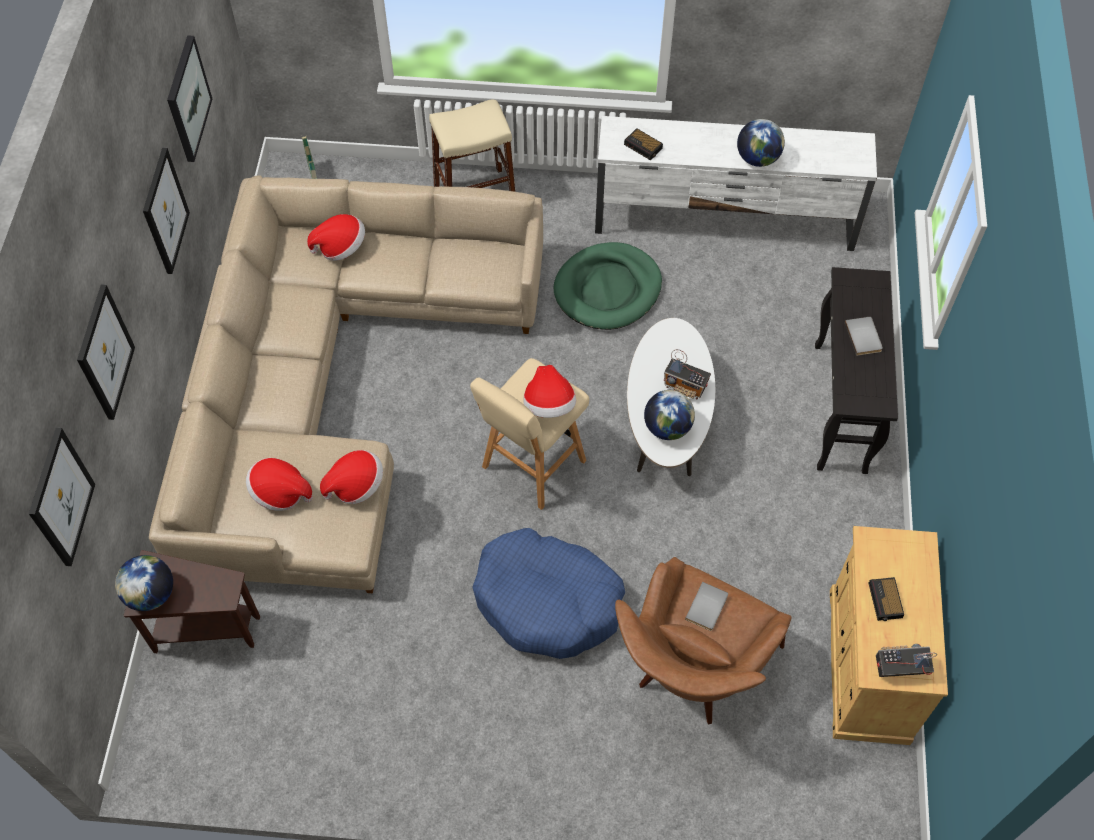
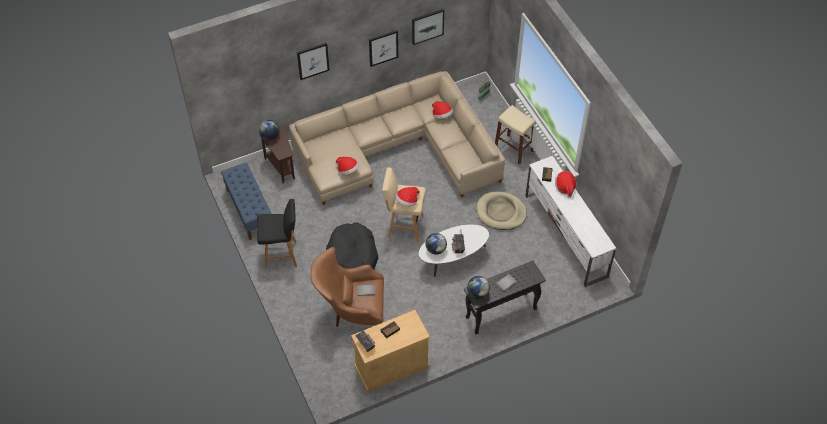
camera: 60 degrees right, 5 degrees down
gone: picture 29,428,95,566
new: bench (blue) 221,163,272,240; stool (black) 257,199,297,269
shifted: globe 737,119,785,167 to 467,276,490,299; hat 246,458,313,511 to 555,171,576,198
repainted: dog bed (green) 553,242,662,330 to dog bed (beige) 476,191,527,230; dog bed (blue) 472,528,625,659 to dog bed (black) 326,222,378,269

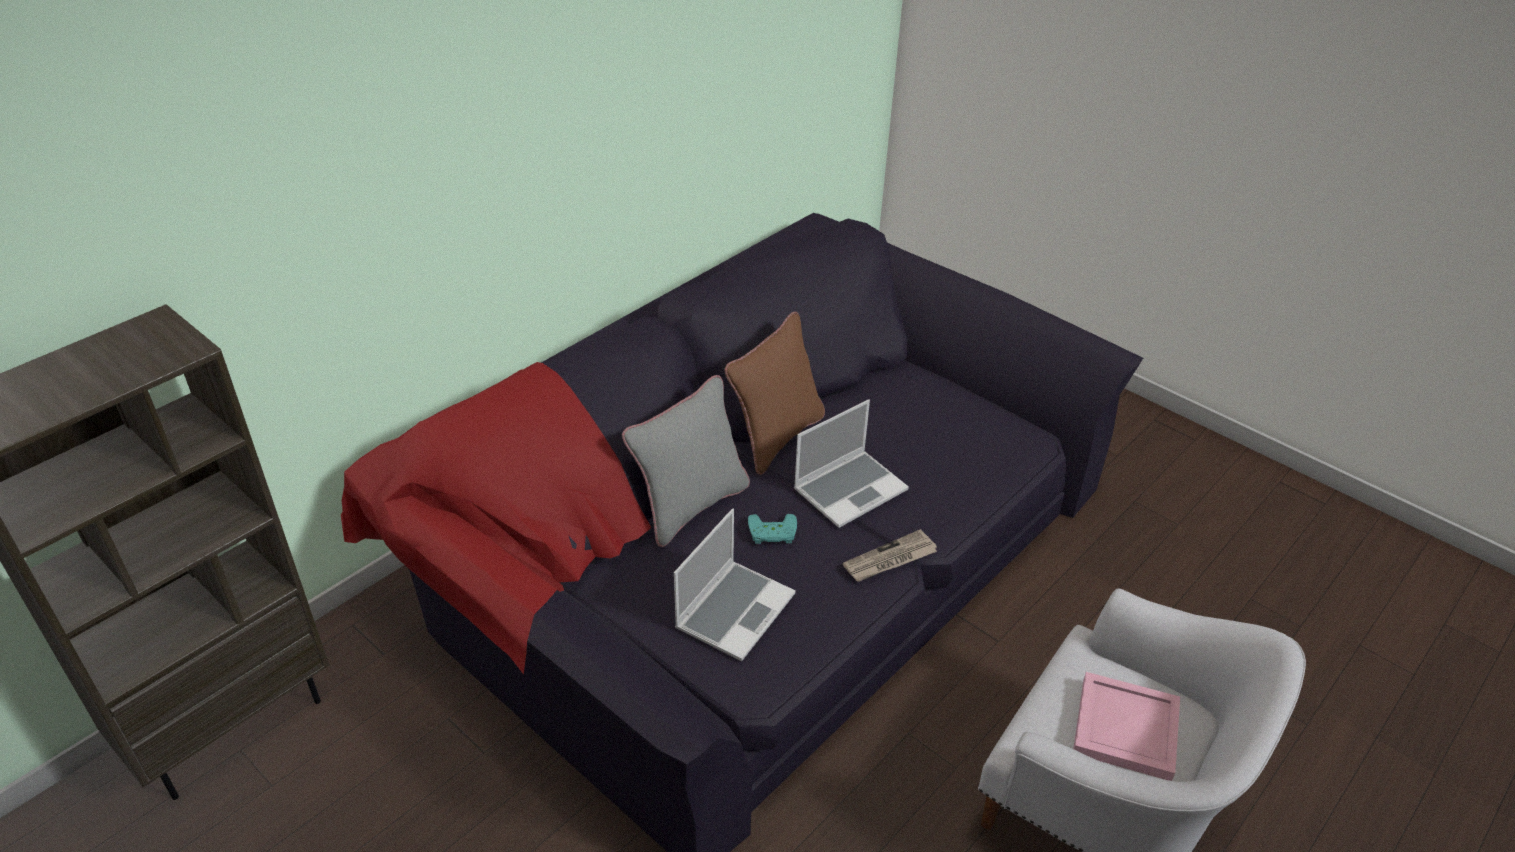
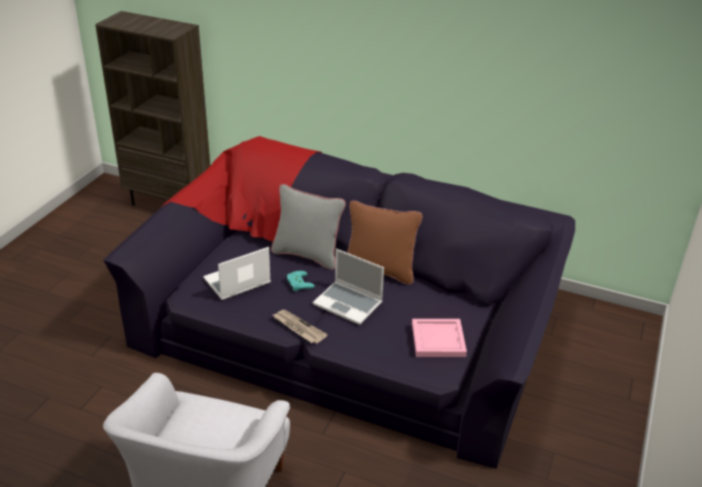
camera: 70 degrees right, 5 degrees down
shifted: tray (pink) 1073,672,1180,781 to 412,319,467,357
rotated: laptop 674,509,796,661 = 203,247,271,300 135 degrees clockwise

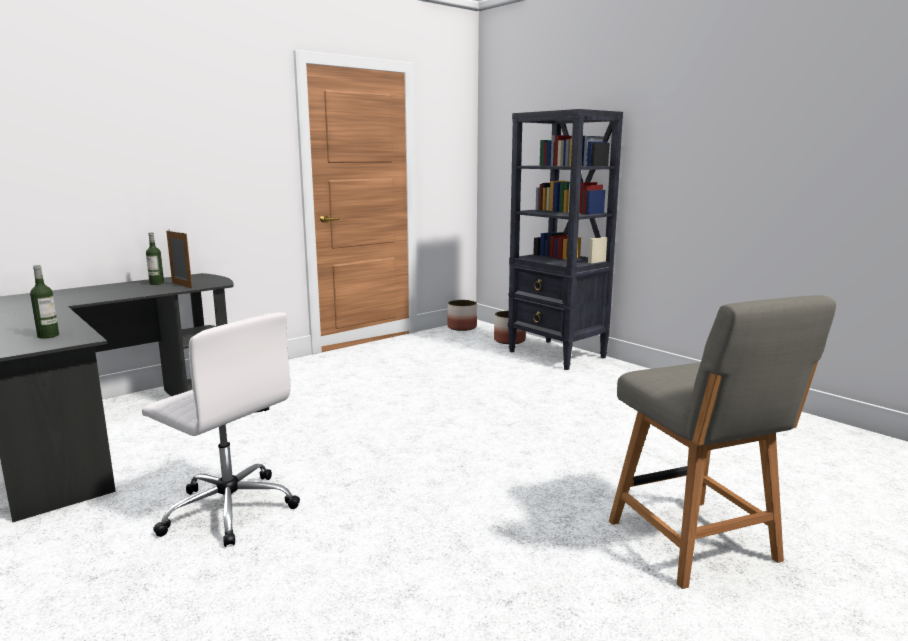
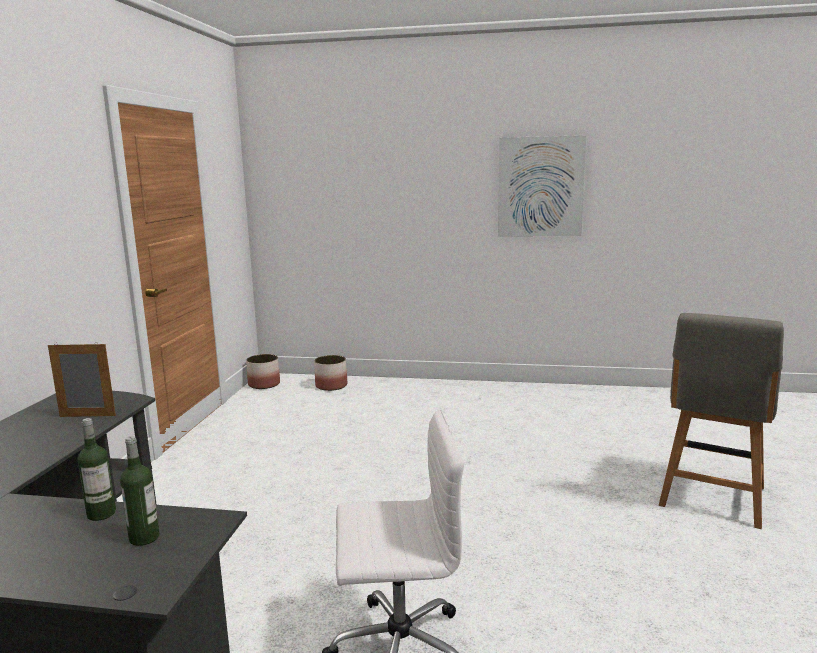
camera: 40 degrees left, 0 degrees up
gone: bookcase (black) 508,109,623,370
new: picture 498,135,586,236
shifted: bottle 146,233,164,285 to 77,418,116,521
rotated: chair (grey) 609,295,836,589 = 659,313,784,529 90 degrees clockwise

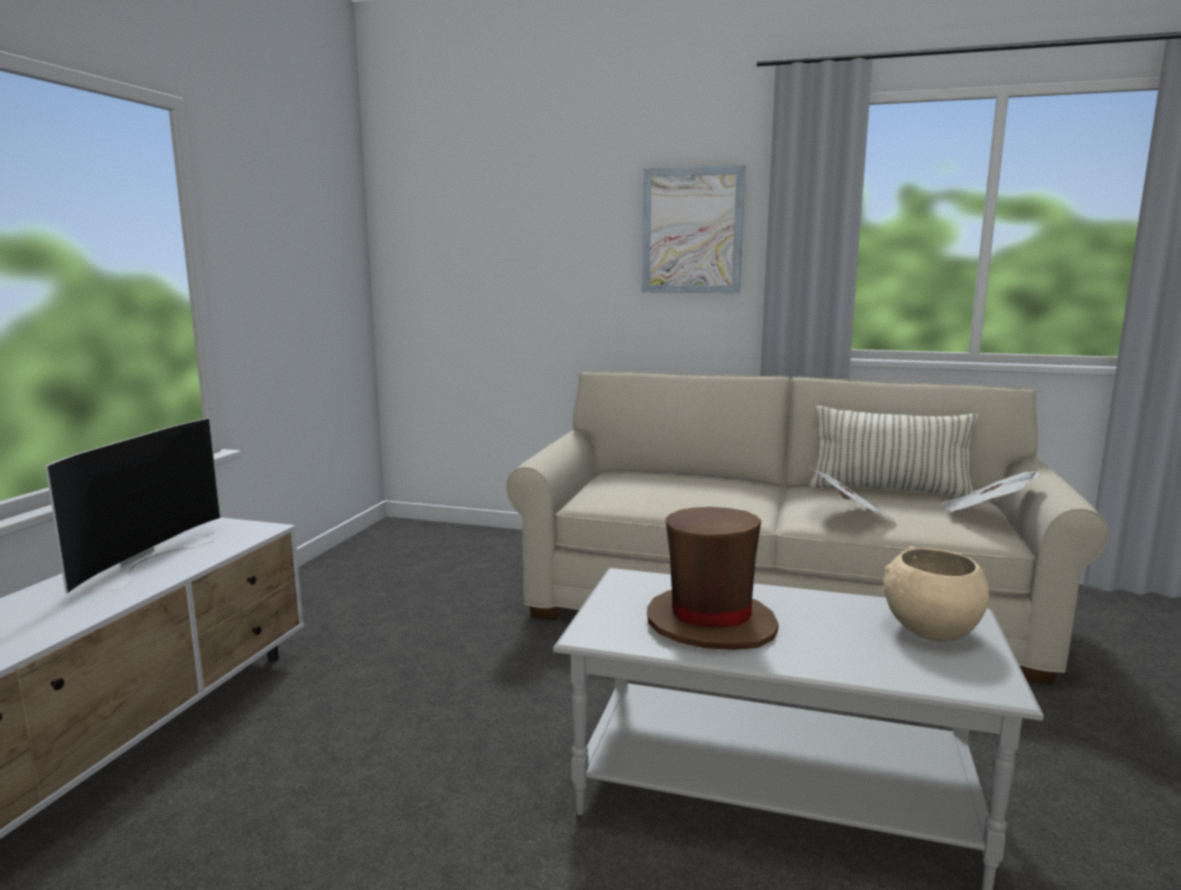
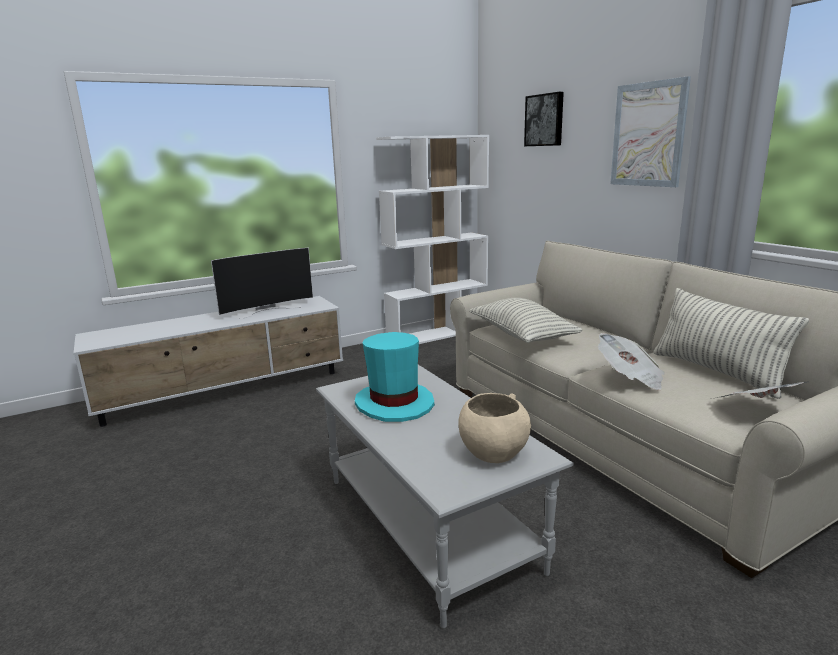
camera: 45 degrees right, 5 degrees up
new: picture 524,92,564,146; bookcase (white) 376,135,489,344; pillow 469,298,582,343
repainted: hat (brown) 647,507,779,650 to hat (turquoise) 355,332,435,422

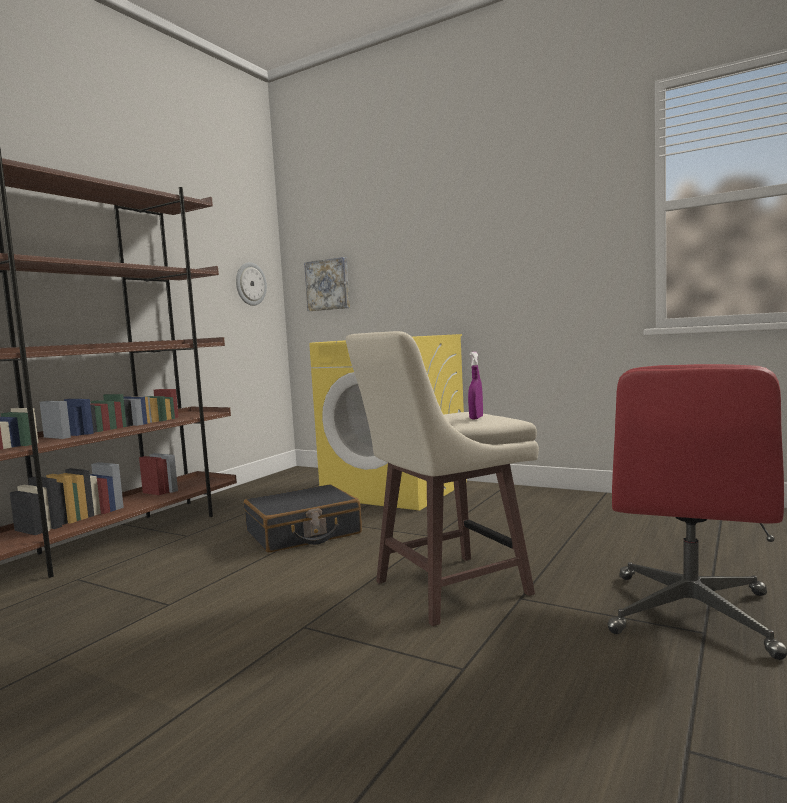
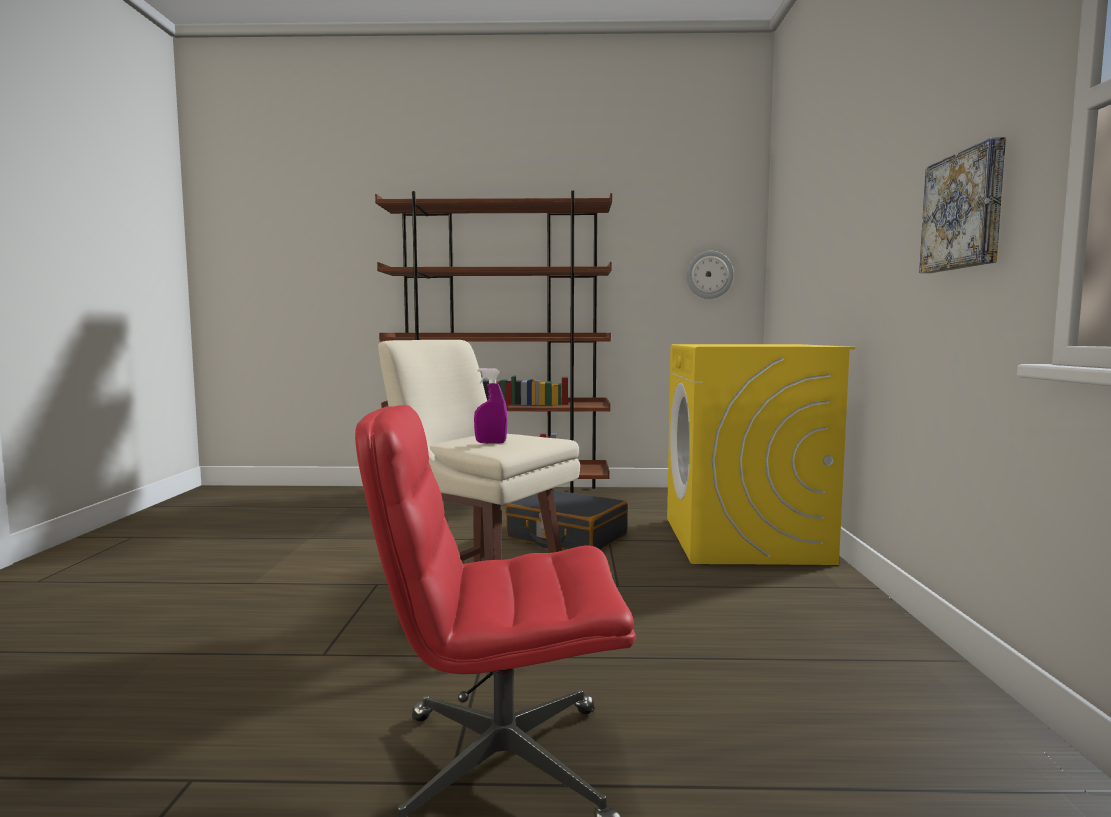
camera: 60 degrees right, 0 degrees up
shifted: picture 304,257,350,311 to 919,137,1006,273

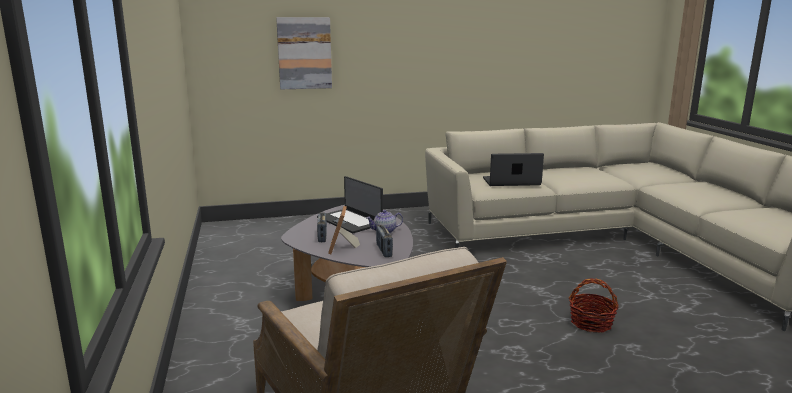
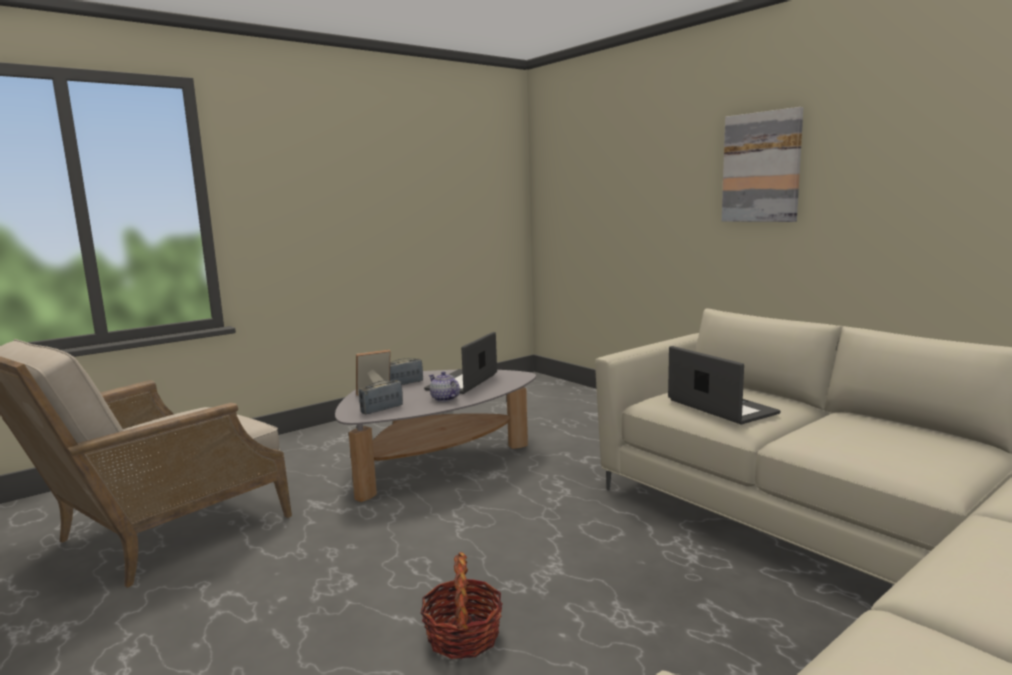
camera: 65 degrees right, 5 degrees down
shifted: picture 276,17,332,89 to 722,107,803,222

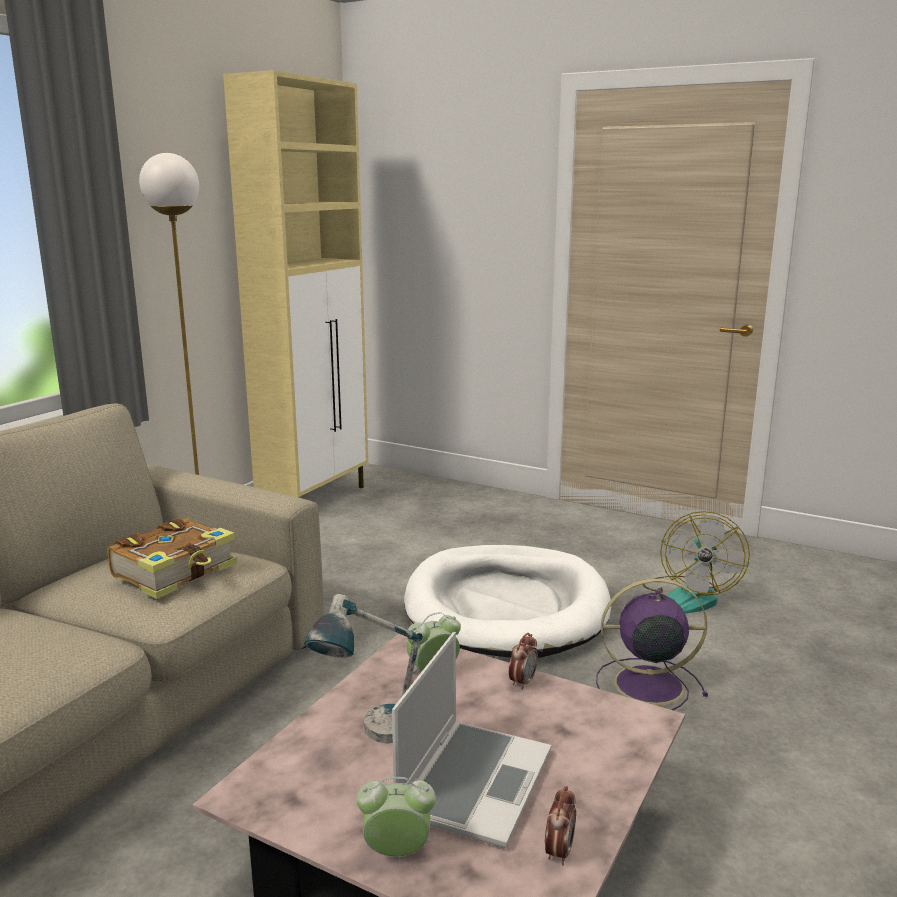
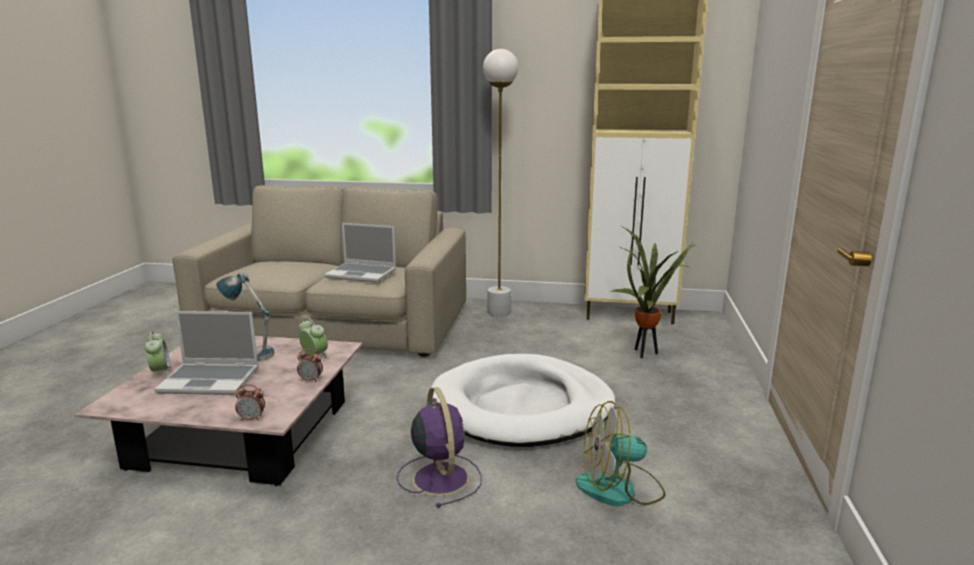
camera: 70 degrees right, 0 degrees up
new: potted plant 608,226,695,358
shifted: alarm clock 545,786,576,865 to 235,384,265,421
swapped: book 107,518,237,599 to laptop 324,223,396,283

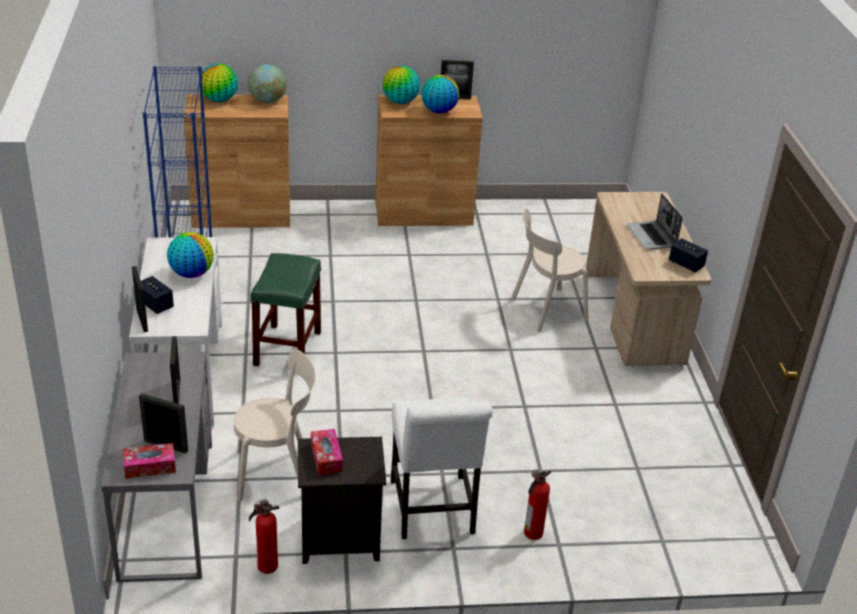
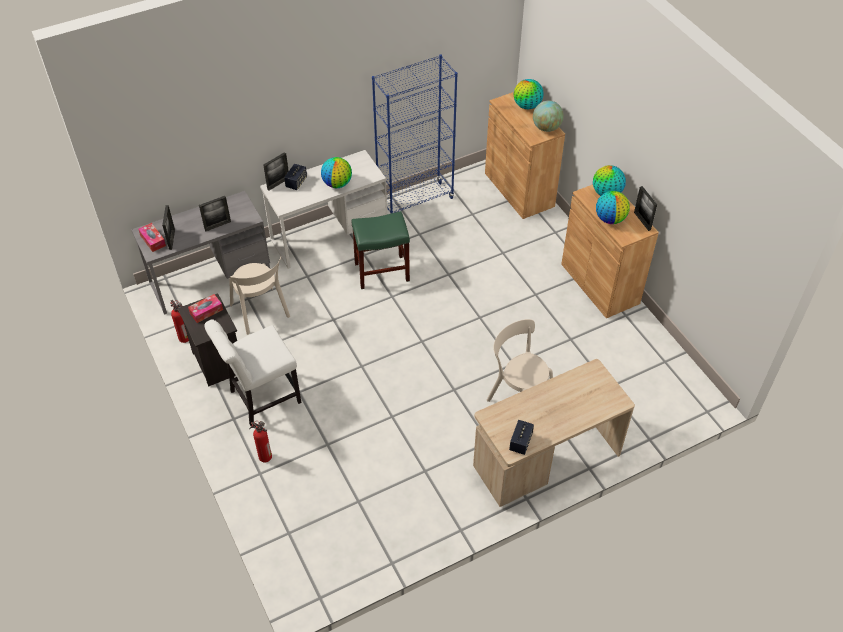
camera: 70 degrees right, 15 degrees up
gone: laptop 627,194,683,250

